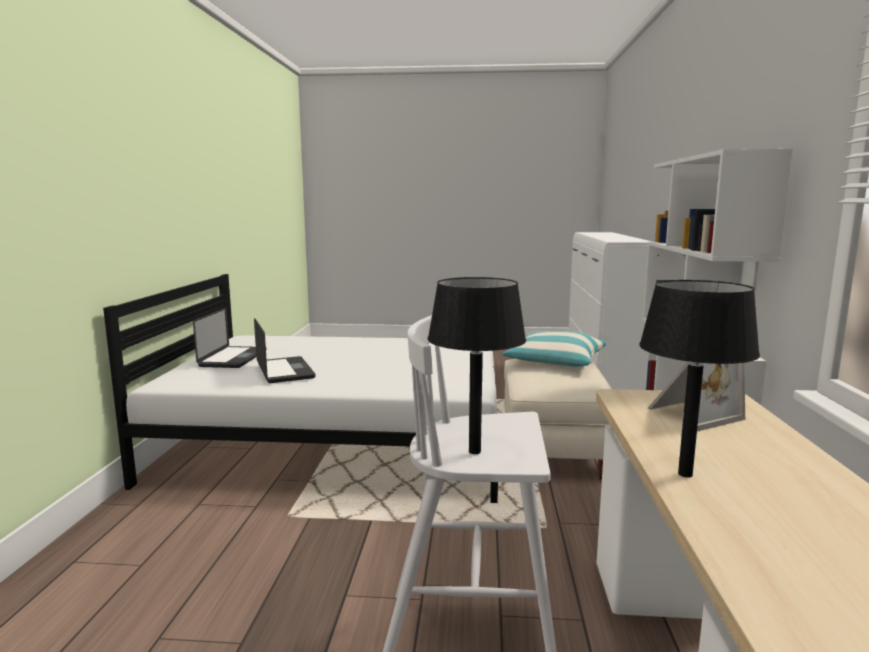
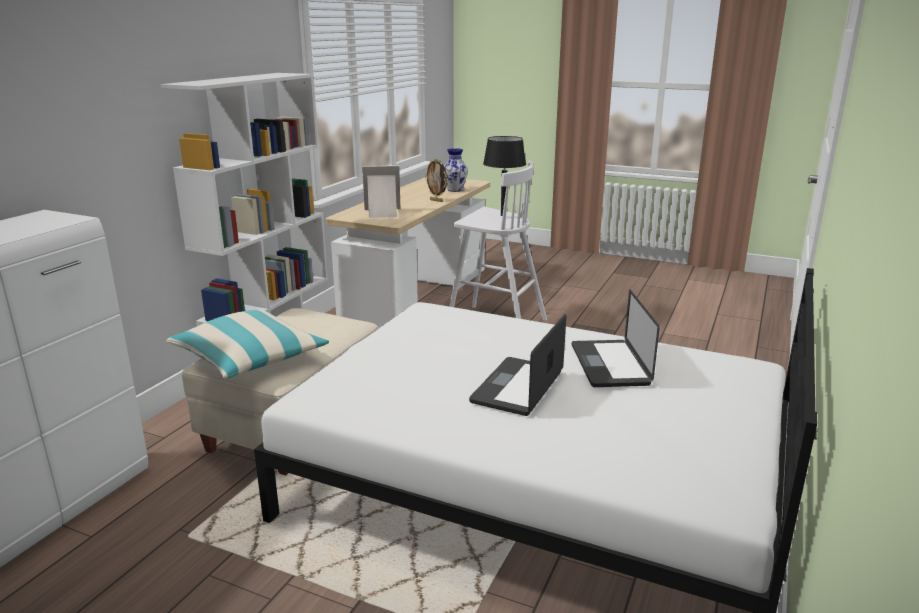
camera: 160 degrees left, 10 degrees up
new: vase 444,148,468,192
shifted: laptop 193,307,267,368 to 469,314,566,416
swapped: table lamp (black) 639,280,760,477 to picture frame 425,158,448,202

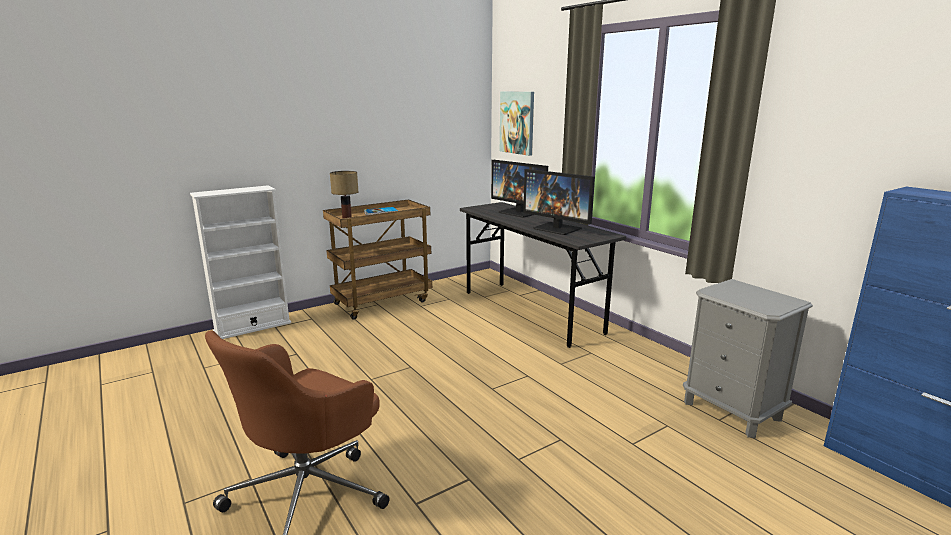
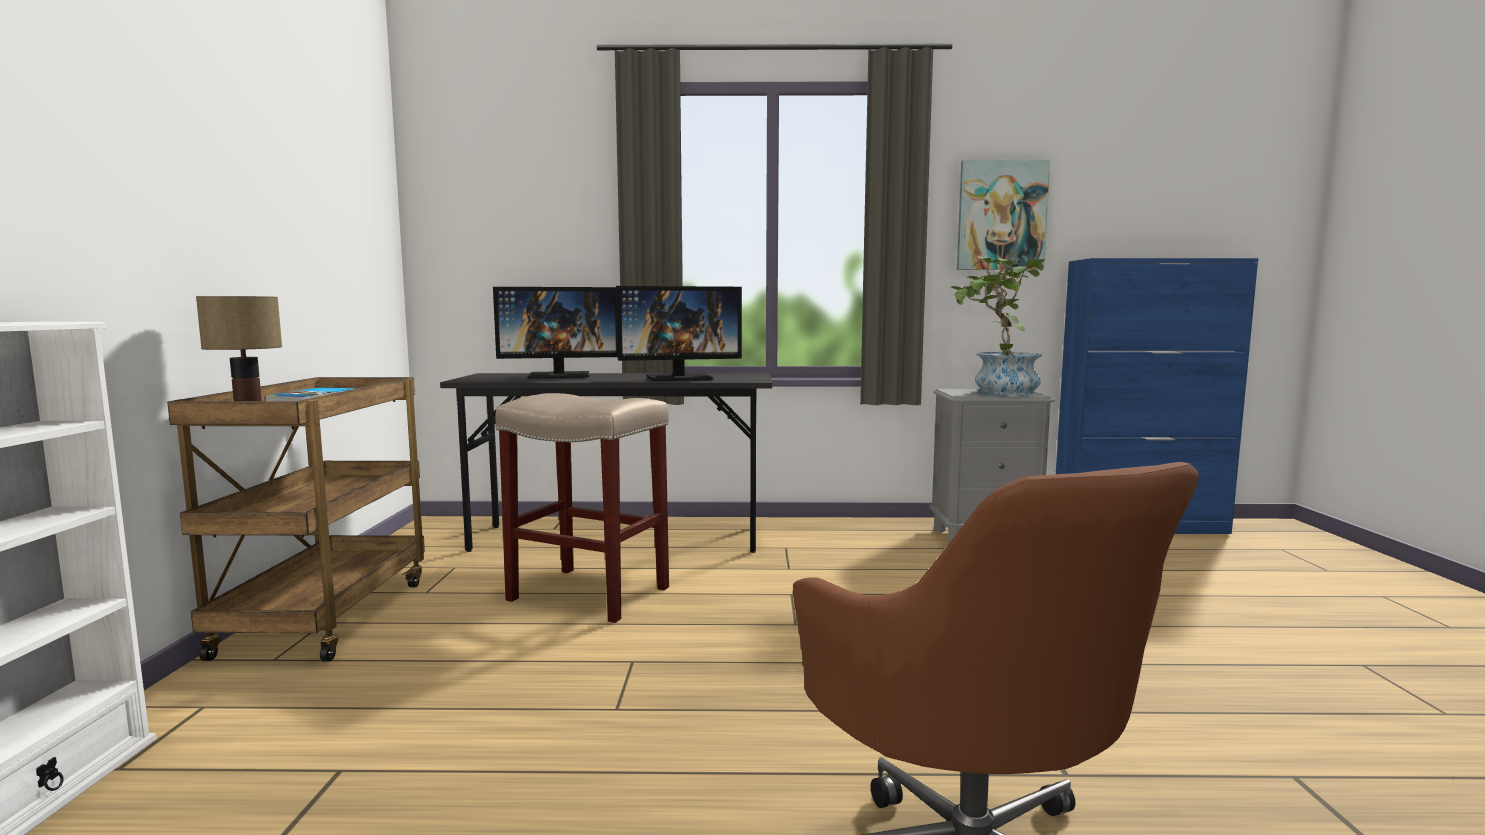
camera: 55 degrees left, 10 degrees down
new: potted plant 951,256,1045,397; stool (beige) 495,393,669,623
shifted: picture 500,92,534,156 to 957,160,1050,270

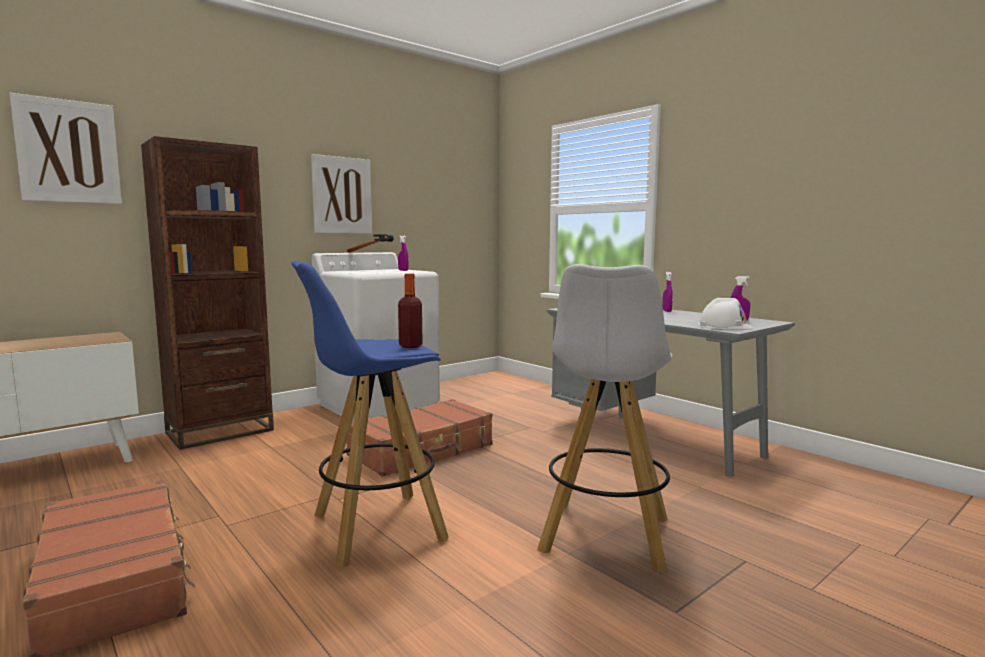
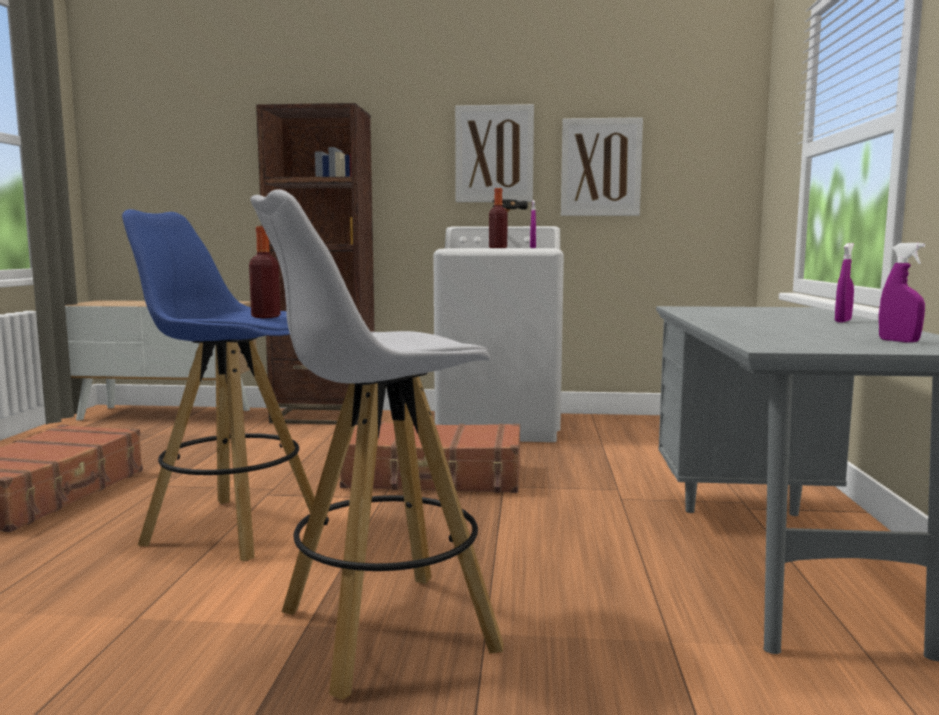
camera: 45 degrees right, 0 degrees up
gone: hard hat (white) 697,298,753,330
new: bottle 489,188,508,248
shifted: picture 9,93,122,204 to 561,117,643,216

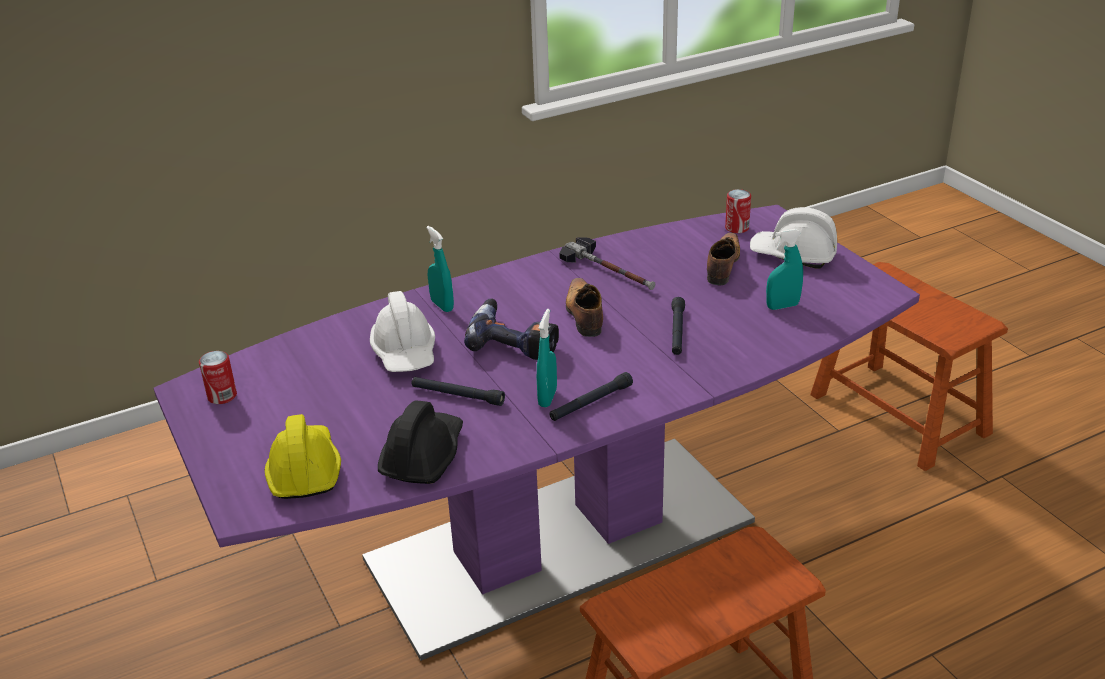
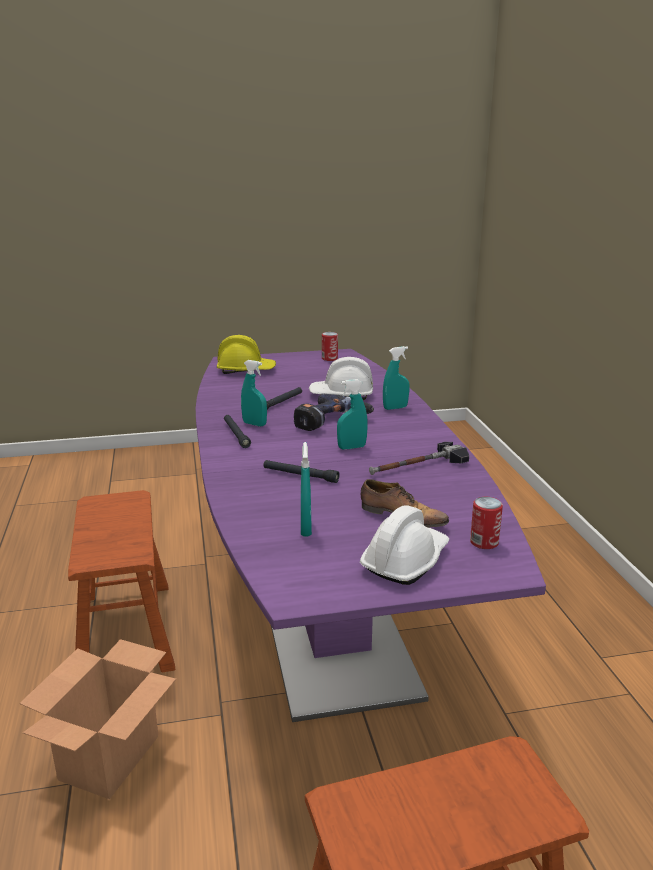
camera: 105 degrees right, 10 degrees down
gone: hard hat (black) 378,401,463,484
new: cardboard box 20,639,176,799
swapped: shoe 566,278,603,337 to spray bottle (turquoise) 337,379,368,449

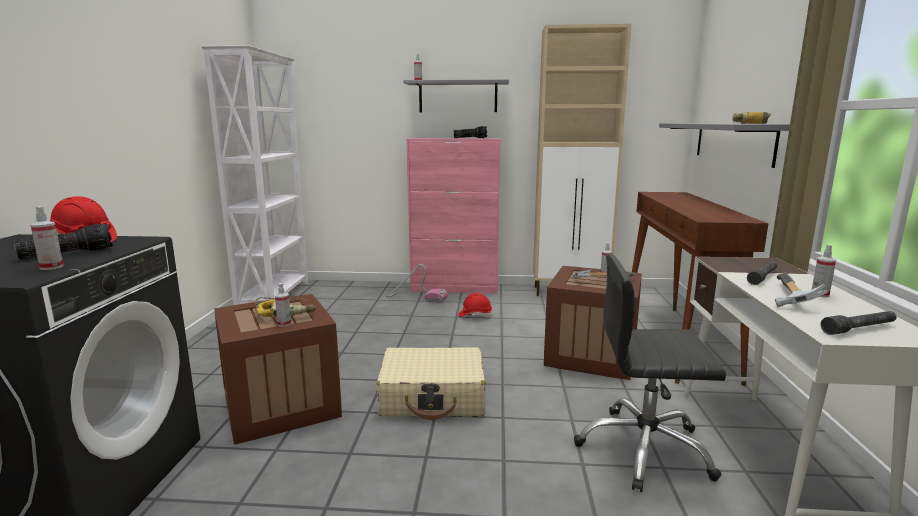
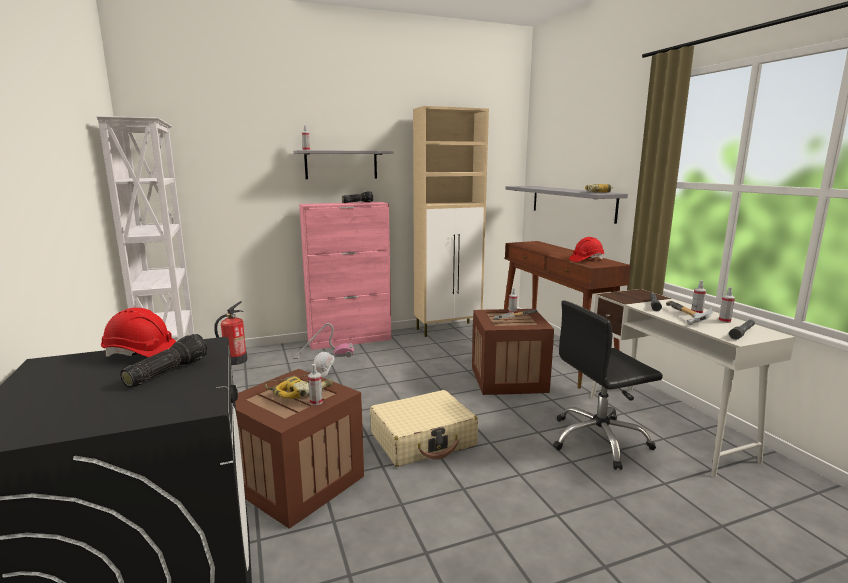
camera: 25 degrees left, 0 degrees up
new: fire extinguisher 214,301,247,365; hard hat (white) 314,352,335,377
shifted: spray bottle 30,206,64,270 to 719,287,735,323; hard hat (red) 458,293,493,317 to 569,237,604,262

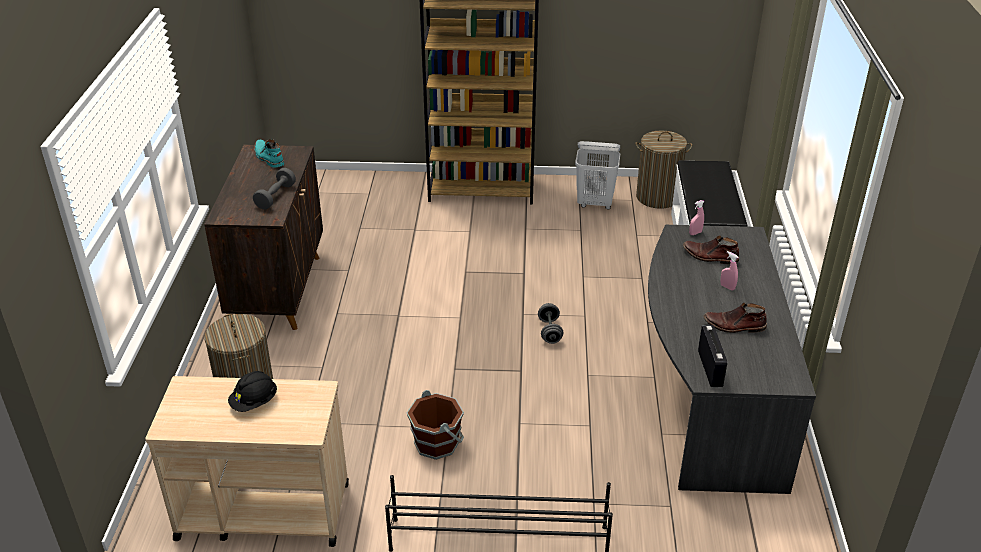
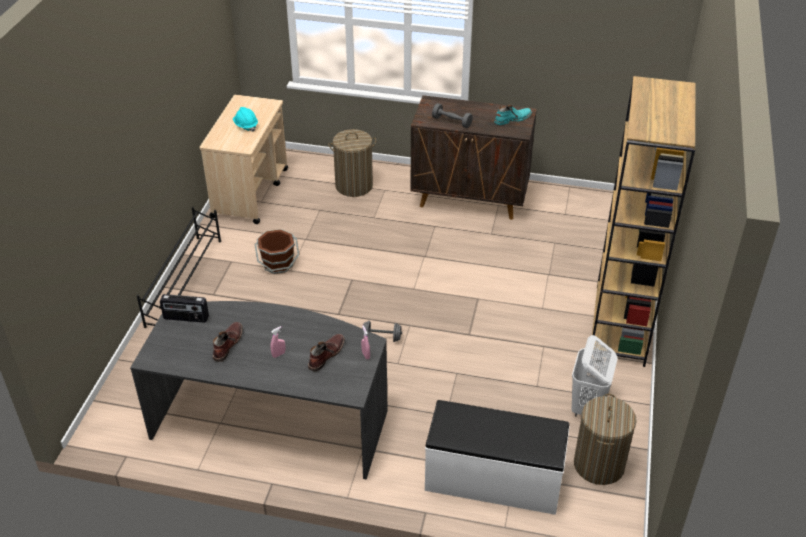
camera: 100 degrees right, 5 degrees up
repainted: hard hat (black) 228,371,277,412 to hard hat (turquoise) 233,107,258,132

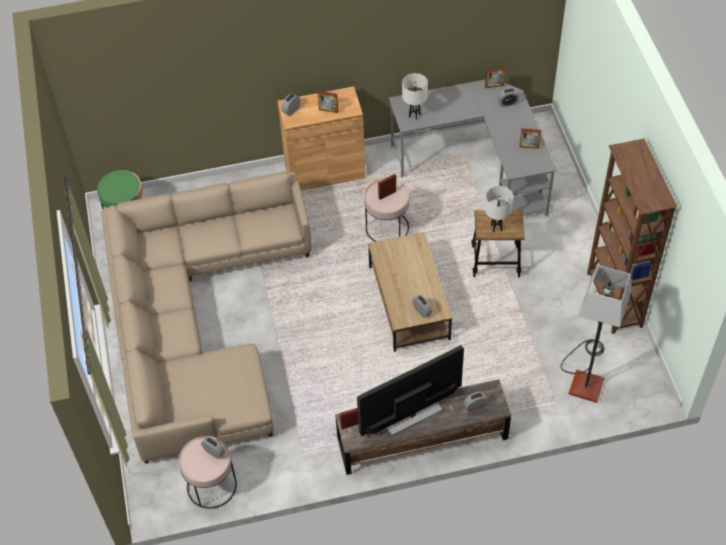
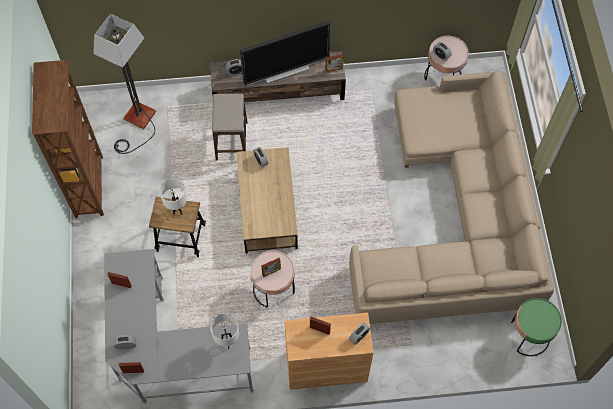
camera: 175 degrees left, 10 degrees up
new: stool 212,94,248,160

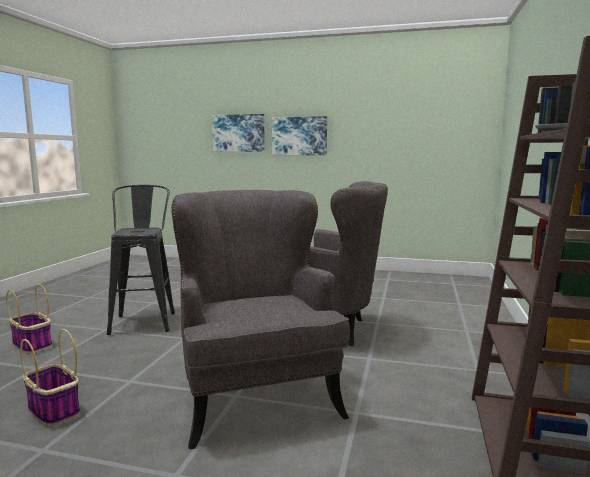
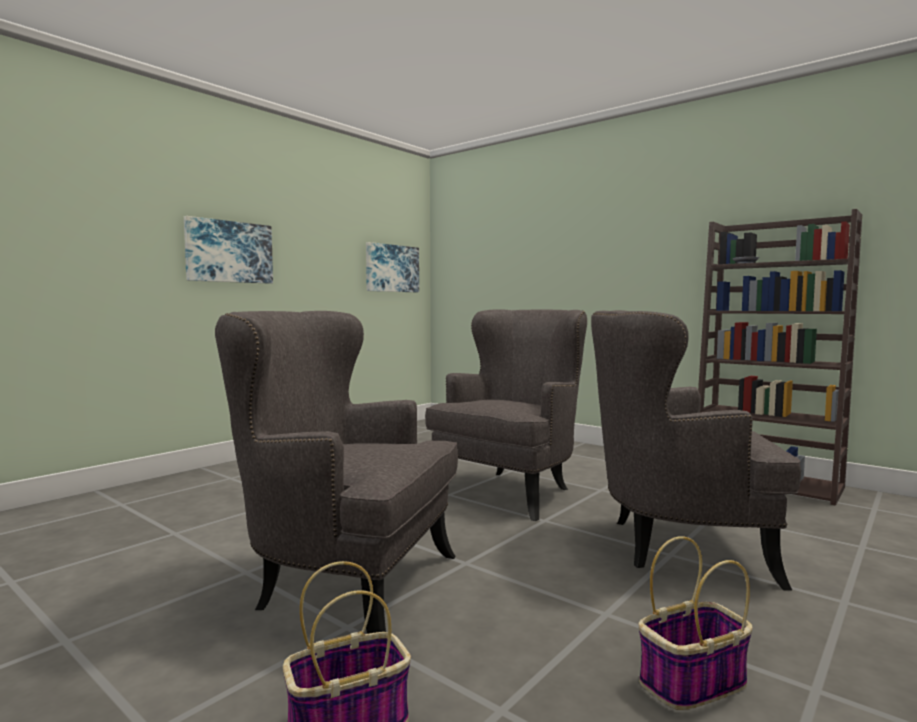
camera: 65 degrees left, 5 degrees down
shifted: picture 212,114,265,152 to 366,242,419,292
swapped: stool (black) 107,185,175,335 to armchair (grey) 215,311,458,634

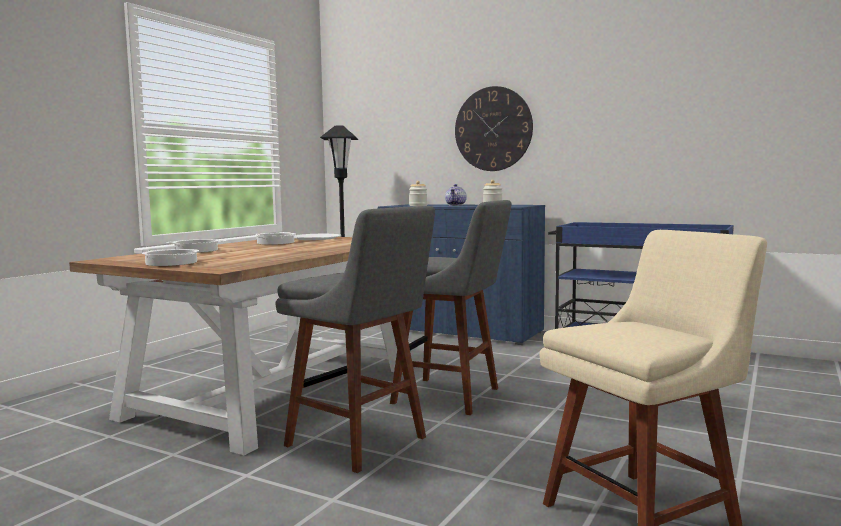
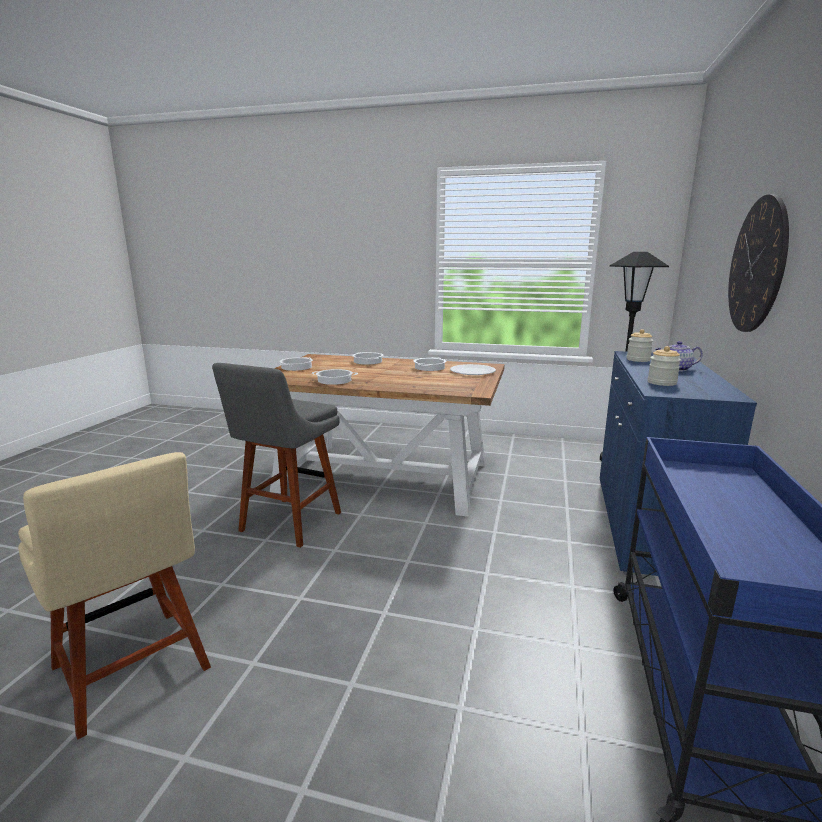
camera: 75 degrees right, 10 degrees up
gone: stool (grey) 390,200,512,415
new: cooking pot 311,369,358,385

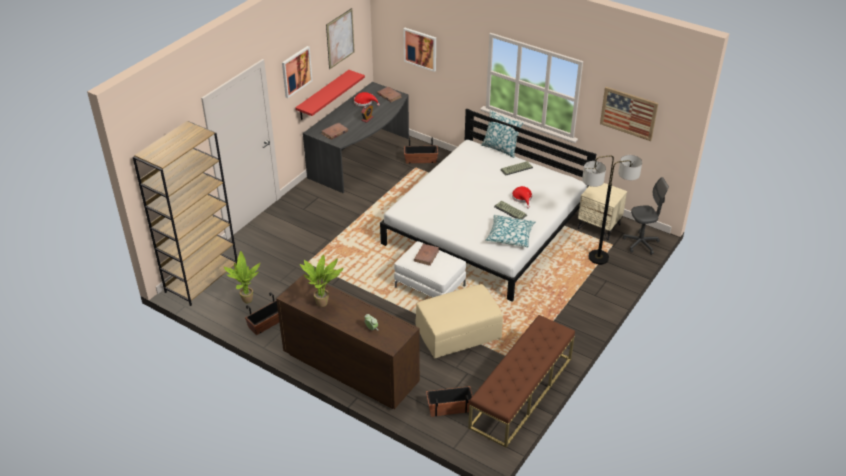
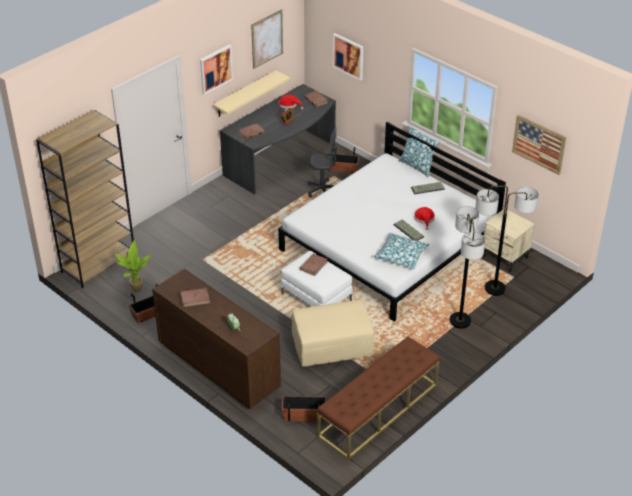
camera: 10 degrees right, 0 degrees up
new: floor lamp 450,206,485,329
shifted: office chair (grey) 623,177,669,255 to 308,128,337,197
swapped: potted plant 300,255,343,307 to book (brown) 180,288,210,307
repainted: shelf (red) 295,70,365,120 to shelf (beige) 213,70,290,117

